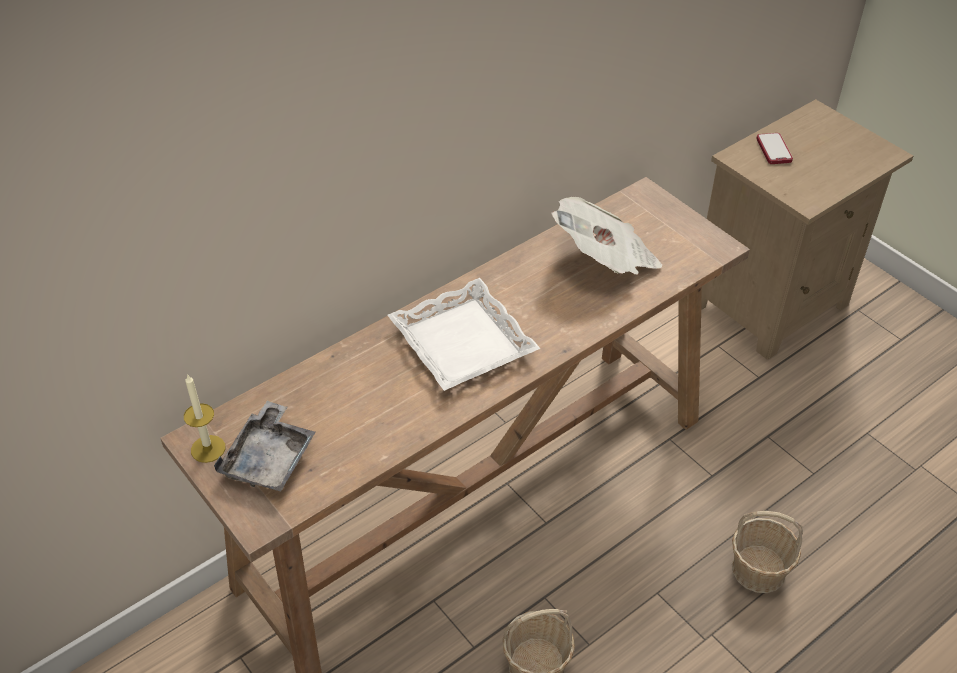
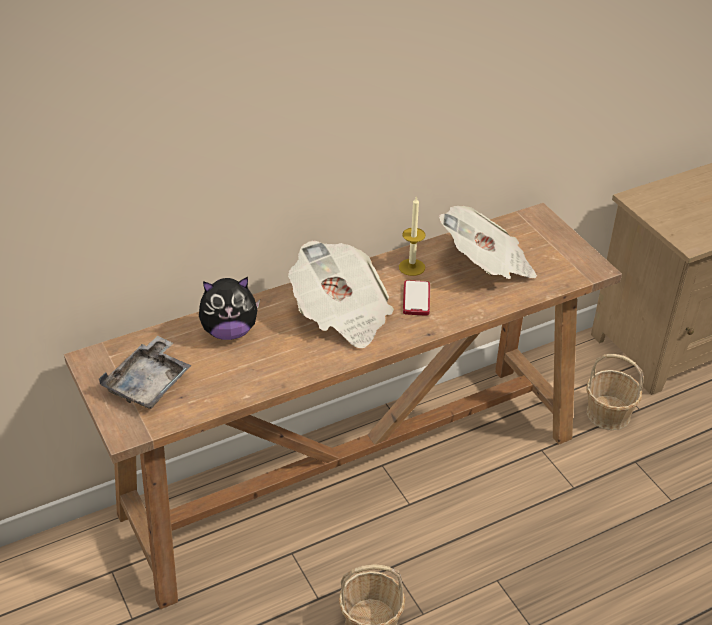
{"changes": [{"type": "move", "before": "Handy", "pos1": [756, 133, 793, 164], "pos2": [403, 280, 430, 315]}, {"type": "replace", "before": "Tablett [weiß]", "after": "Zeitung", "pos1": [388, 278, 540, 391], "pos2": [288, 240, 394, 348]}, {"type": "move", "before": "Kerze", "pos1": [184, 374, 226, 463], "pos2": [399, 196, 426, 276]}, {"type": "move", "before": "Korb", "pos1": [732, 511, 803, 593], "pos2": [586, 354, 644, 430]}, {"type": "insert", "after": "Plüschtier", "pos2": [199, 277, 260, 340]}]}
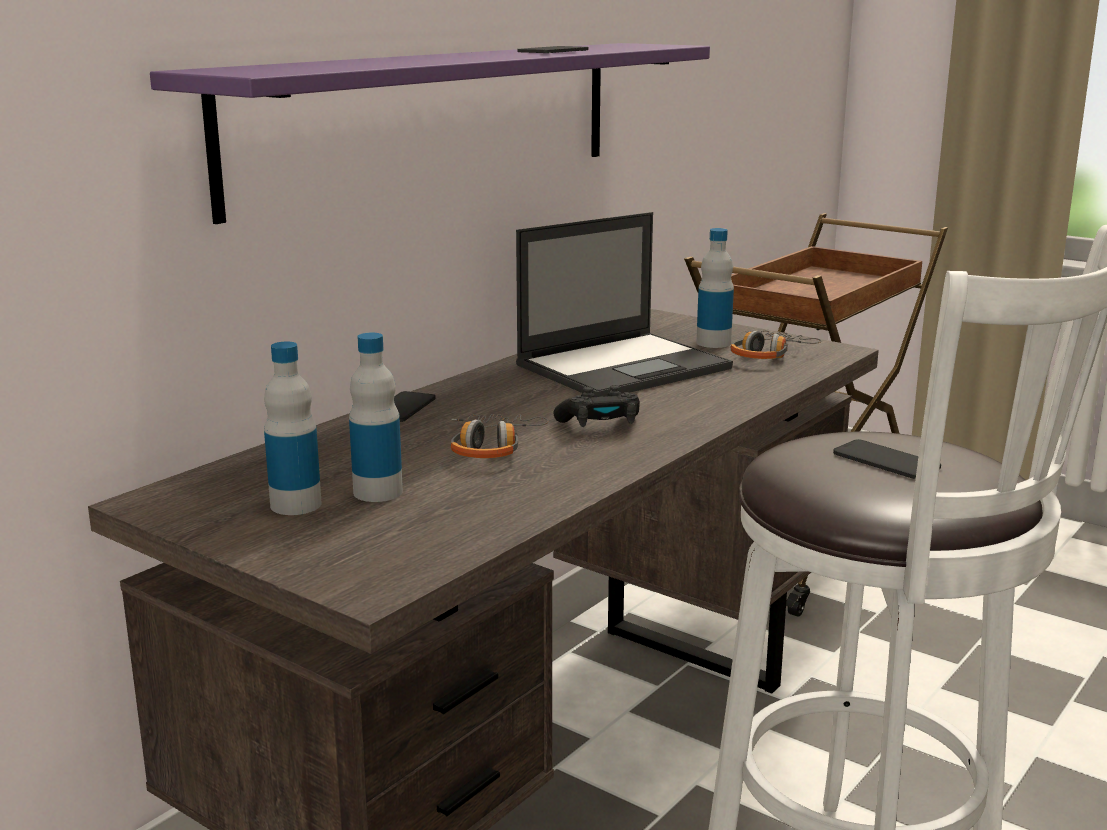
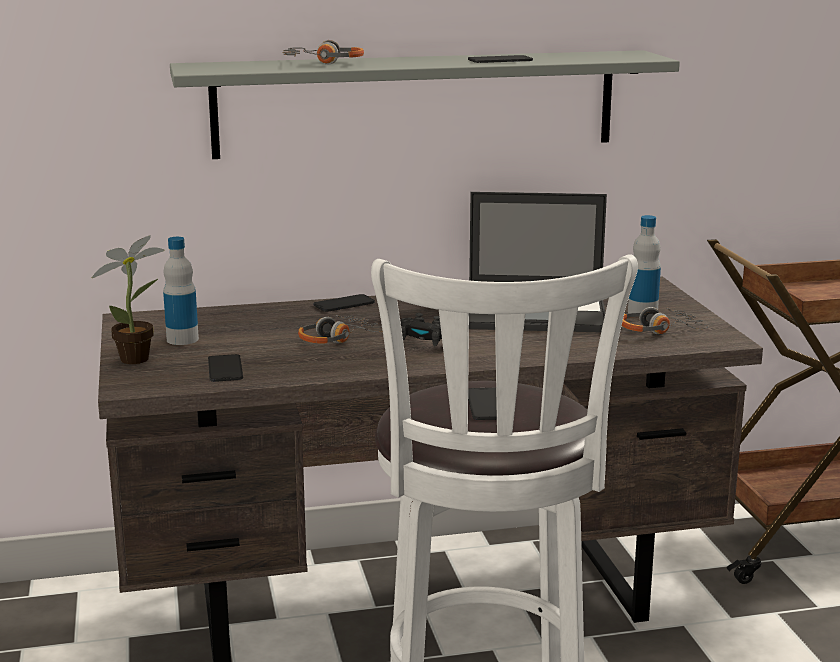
{"changes": [{"type": "recolor", "before": "Wandregal [lila]", "after": "Wandregal [grau]", "pos1": [150, 43, 710, 224], "pos2": [170, 50, 680, 159]}, {"type": "delete", "before": "Flasche", "pos1": [349, 333, 403, 502]}, {"type": "insert", "after": "Kopfhörer", "pos2": [283, 40, 364, 65]}, {"type": "insert", "after": "Topfpflanze", "pos2": [92, 235, 164, 364]}, {"type": "insert", "after": "Handy", "pos2": [208, 354, 243, 382]}]}
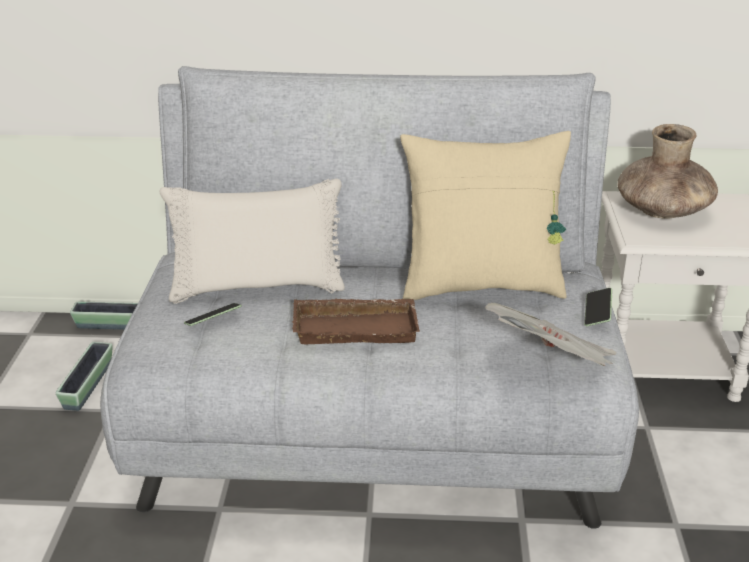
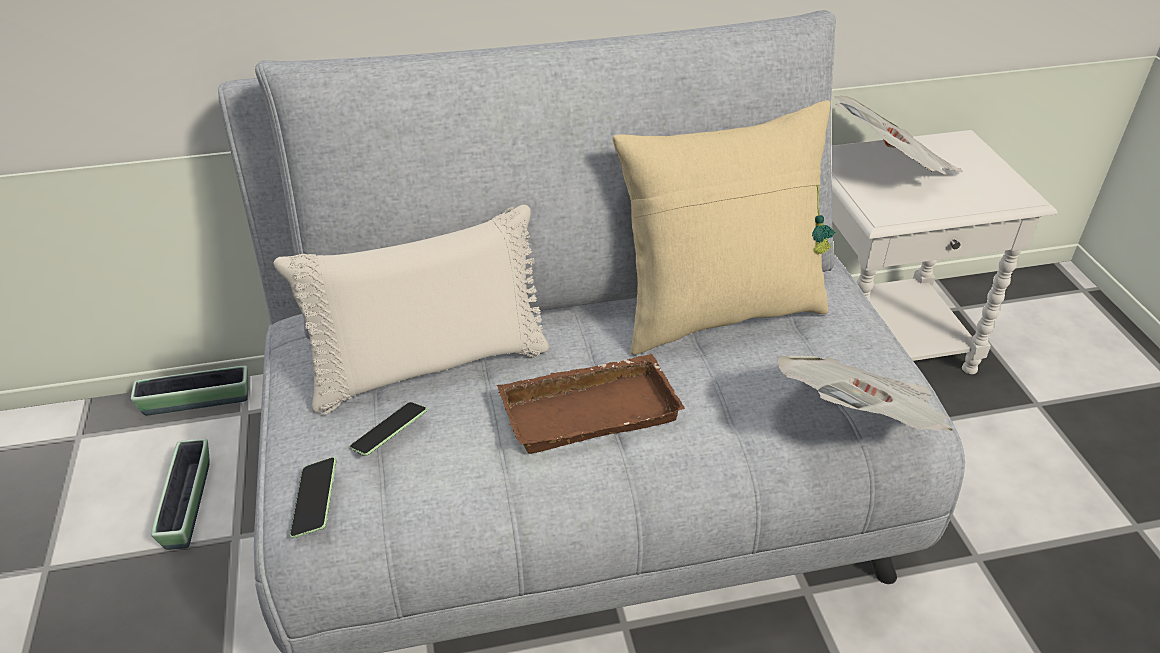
{"changes": [{"type": "replace", "before": "Vase [braun]", "after": "Zeitung", "pos1": [617, 124, 718, 219], "pos2": [834, 96, 963, 175]}, {"type": "move", "before": "Handy", "pos1": [584, 288, 612, 326], "pos2": [290, 457, 337, 538]}]}
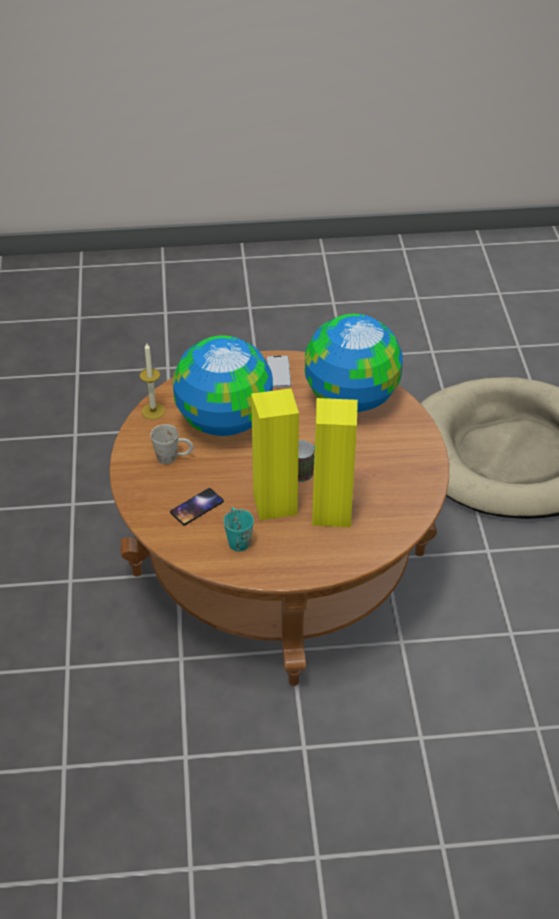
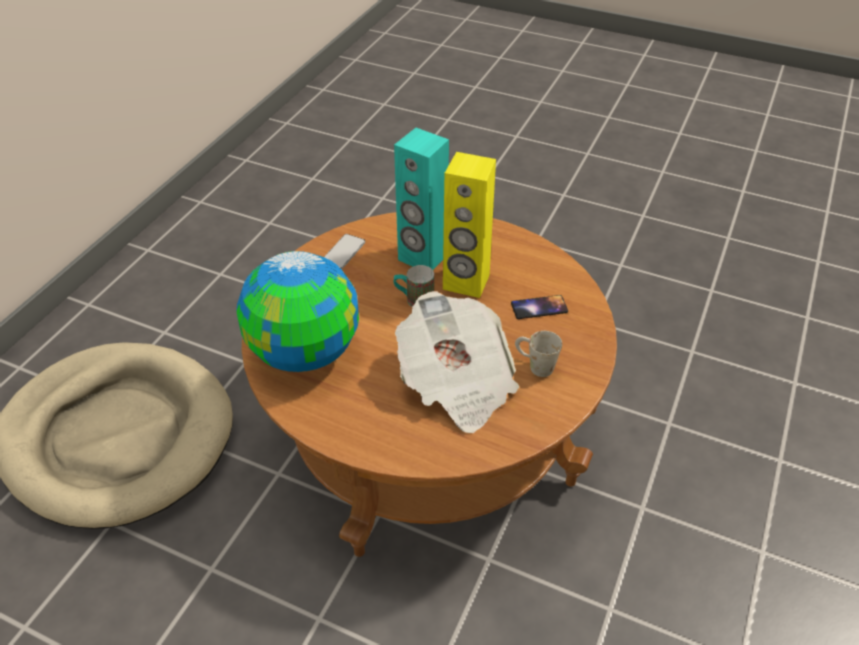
{"changes": [{"type": "replace", "before": "Globus", "after": "Zeitung", "pos1": [173, 335, 273, 436], "pos2": [395, 291, 519, 433]}, {"type": "delete", "before": "Kerze", "pos1": [140, 343, 165, 419]}, {"type": "move", "before": "Handy", "pos1": [267, 355, 291, 388], "pos2": [324, 234, 365, 269]}, {"type": "recolor", "before": "Lautsprecher [gelb]", "after": "Lautsprecher [türkis]", "pos1": [312, 398, 358, 527], "pos2": [394, 128, 449, 270]}, {"type": "delete", "before": "Henkelbecher [türkis]", "pos1": [224, 507, 254, 551]}]}
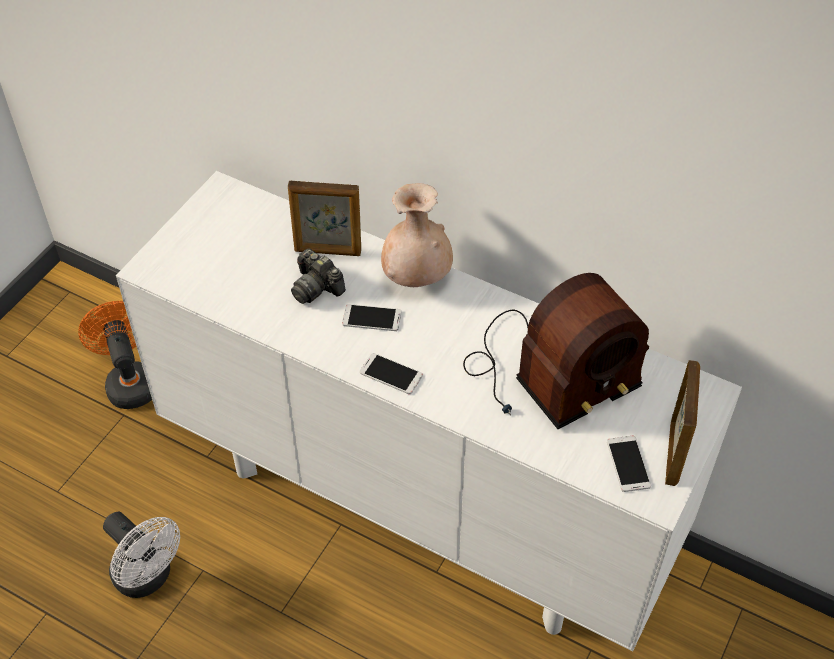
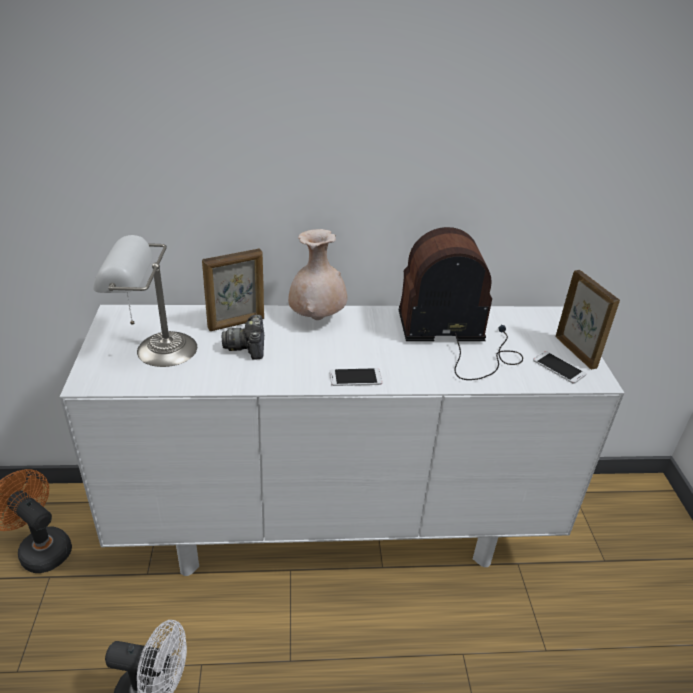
{"changes": [{"type": "rotate", "before": "Kamera", "pos1": [291, 249, 346, 304], "pos2": [222, 315, 264, 360], "turn": 75}, {"type": "rotate", "before": "Radio", "pos1": [463, 273, 649, 429], "pos2": [399, 227, 523, 380], "turn": -120}, {"type": "delete", "before": "Handy", "pos1": [342, 304, 401, 331]}, {"type": "insert", "after": "Tischlampe [weiß]", "pos2": [93, 235, 197, 367]}]}
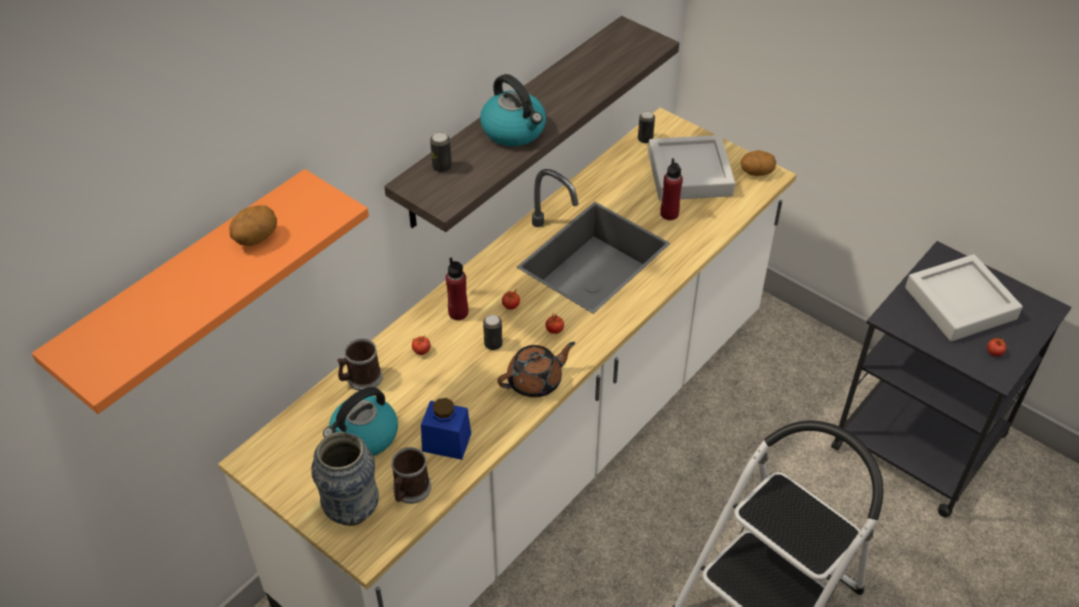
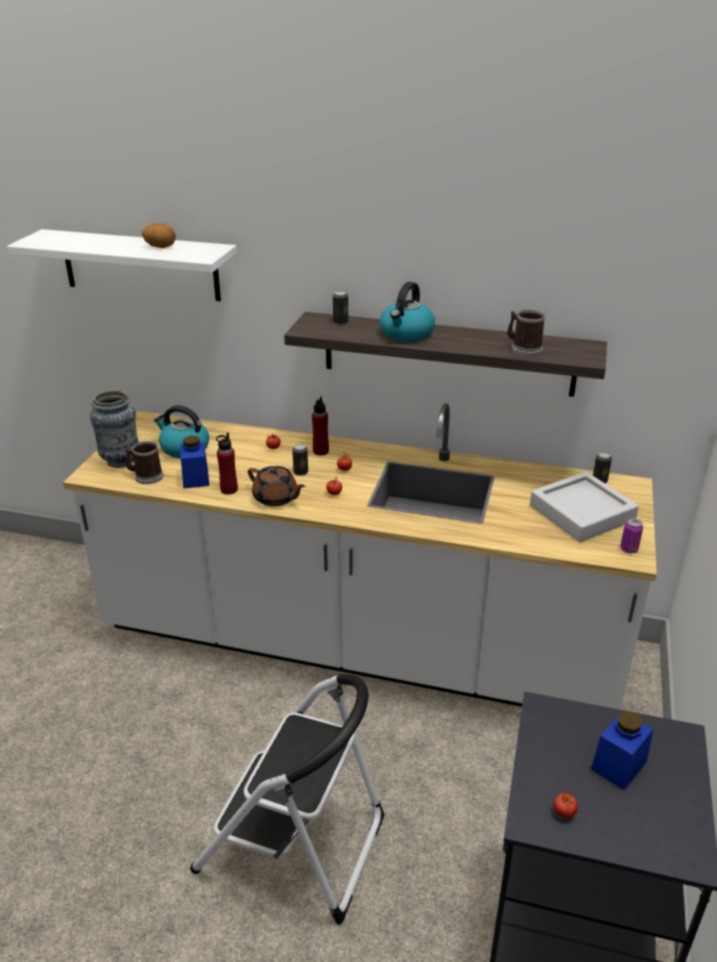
{"changes": [{"type": "replace", "before": "Kartoffel", "after": "Dose", "pos1": [741, 150, 776, 176], "pos2": [620, 518, 643, 553]}, {"type": "move", "before": "Flasche [rot]", "pos1": [660, 158, 683, 220], "pos2": [216, 432, 238, 495]}, {"type": "recolor", "before": "Wandregal [orange]", "after": "Wandregal [weiß]", "pos1": [32, 169, 369, 414], "pos2": [7, 229, 237, 301]}, {"type": "replace", "before": "Tablett [grau]", "after": "Vorratsglas [blau]", "pos1": [905, 254, 1023, 341], "pos2": [591, 711, 653, 790]}, {"type": "move", "before": "Henkelbecher", "pos1": [337, 338, 383, 391], "pos2": [507, 310, 545, 356]}]}
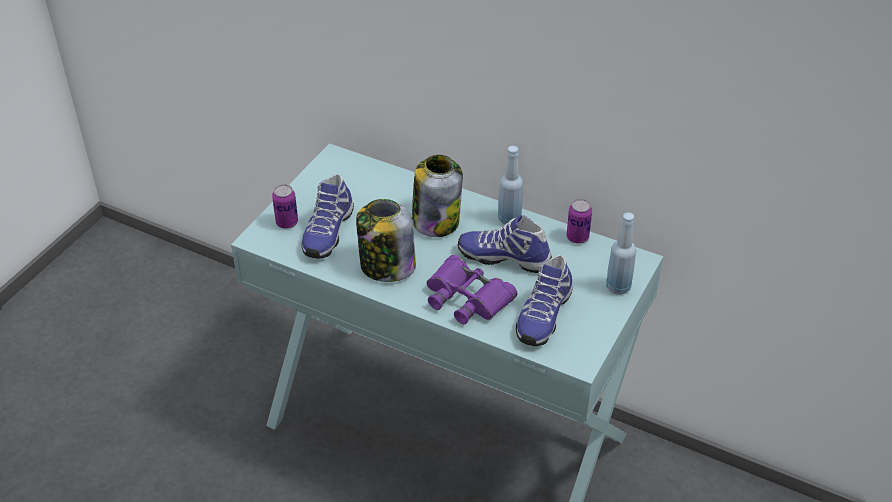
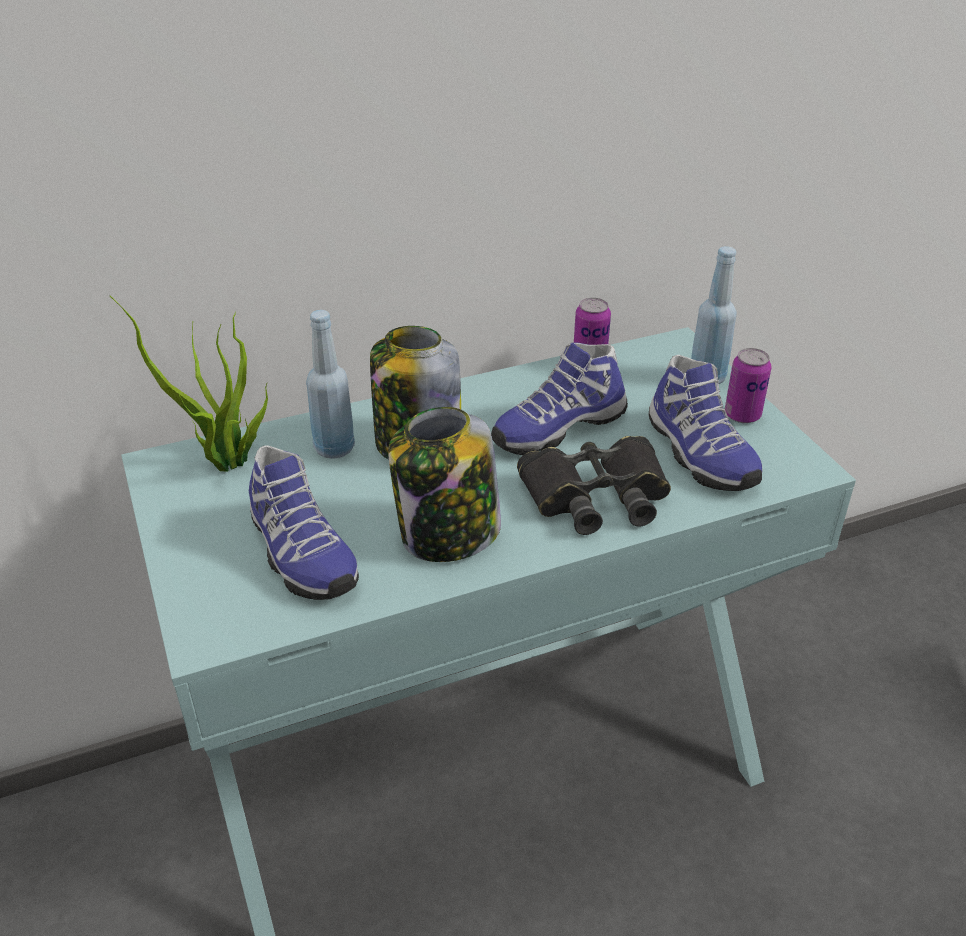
{"changes": [{"type": "move", "before": "Flasche [blau]", "pos1": [498, 146, 523, 225], "pos2": [306, 310, 355, 459]}, {"type": "move", "before": "Dose", "pos1": [272, 184, 298, 229], "pos2": [725, 348, 771, 423]}, {"type": "recolor", "before": "Fernglas [lila]", "after": "Fernglas [schwarz]", "pos1": [427, 255, 517, 324], "pos2": [517, 436, 671, 535]}, {"type": "insert", "after": "Topfpflanze", "pos2": [110, 296, 268, 471]}]}
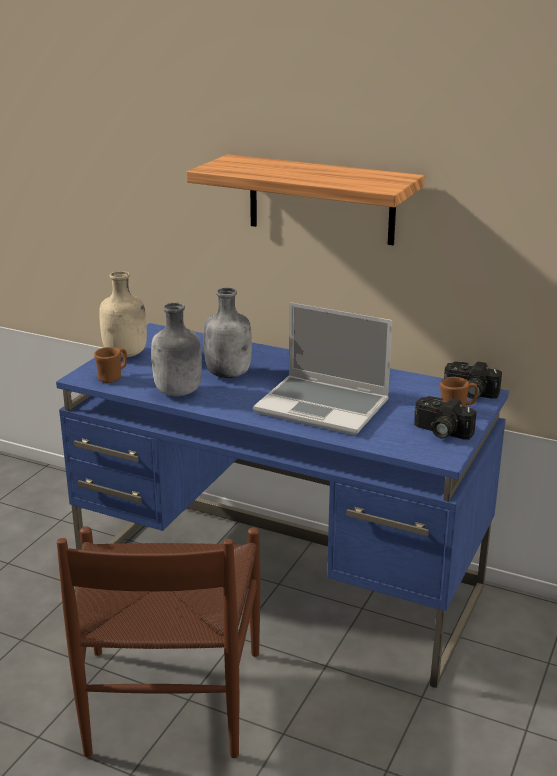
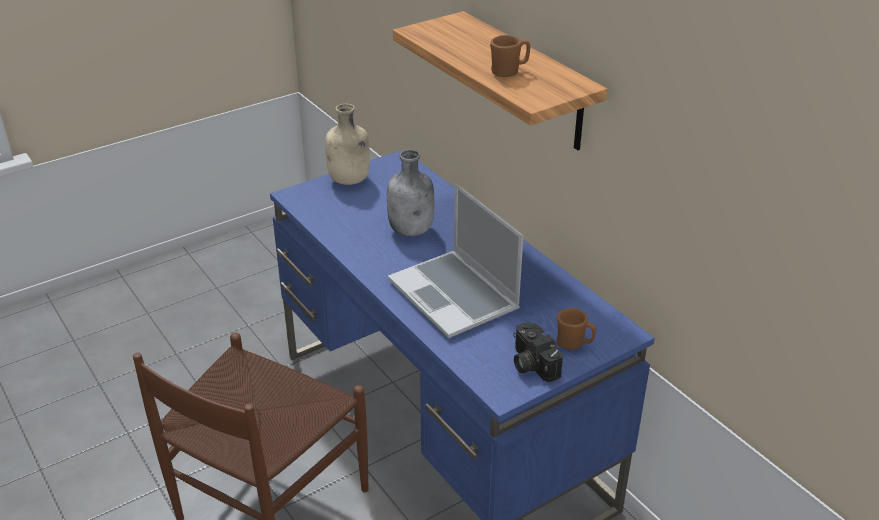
{"changes": [{"type": "delete", "before": "Flasche [grau]", "pos1": [151, 303, 202, 396]}, {"type": "move", "before": "Henkelbecher [braun]", "pos1": [94, 347, 127, 383], "pos2": [490, 35, 530, 77]}, {"type": "delete", "before": "Kamera", "pos1": [444, 361, 502, 399]}]}
